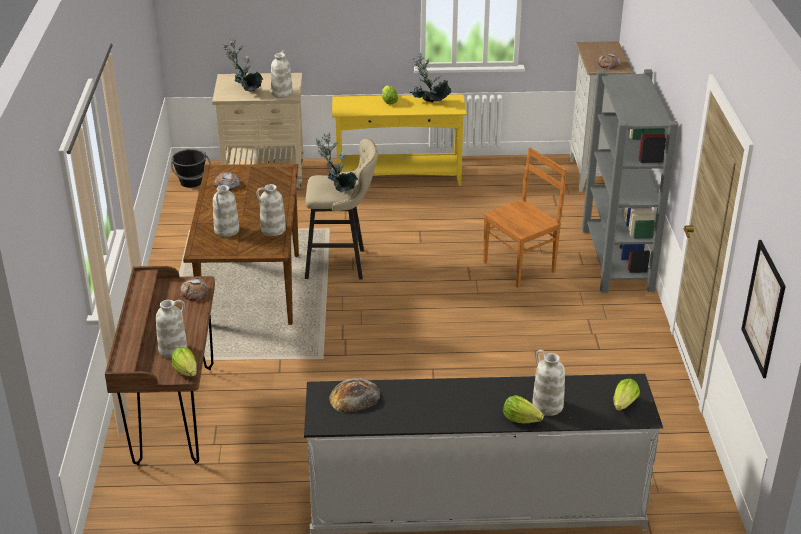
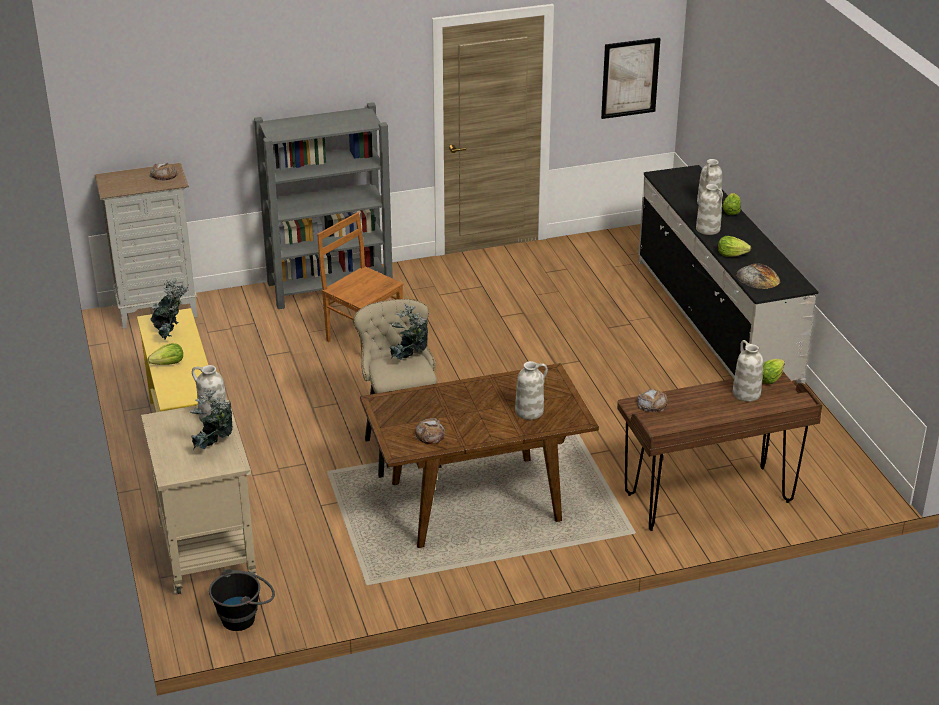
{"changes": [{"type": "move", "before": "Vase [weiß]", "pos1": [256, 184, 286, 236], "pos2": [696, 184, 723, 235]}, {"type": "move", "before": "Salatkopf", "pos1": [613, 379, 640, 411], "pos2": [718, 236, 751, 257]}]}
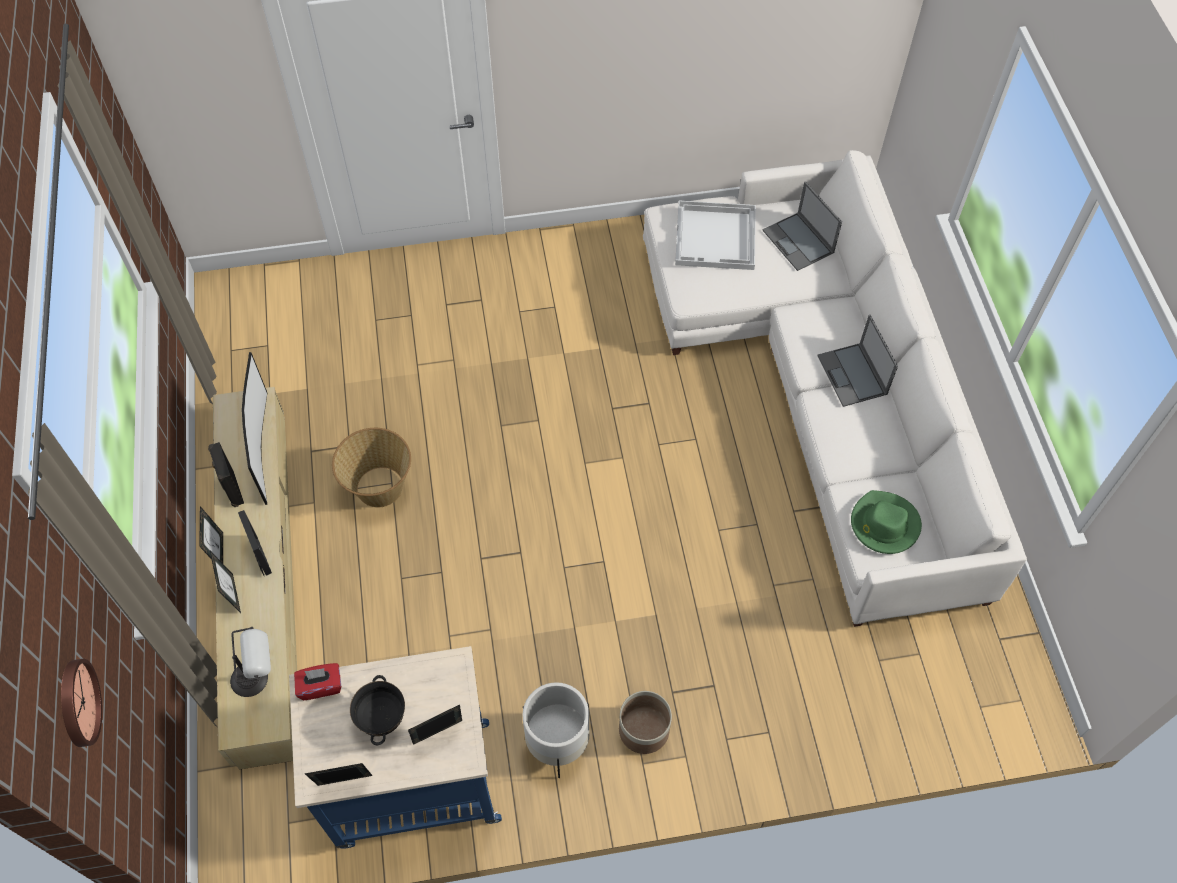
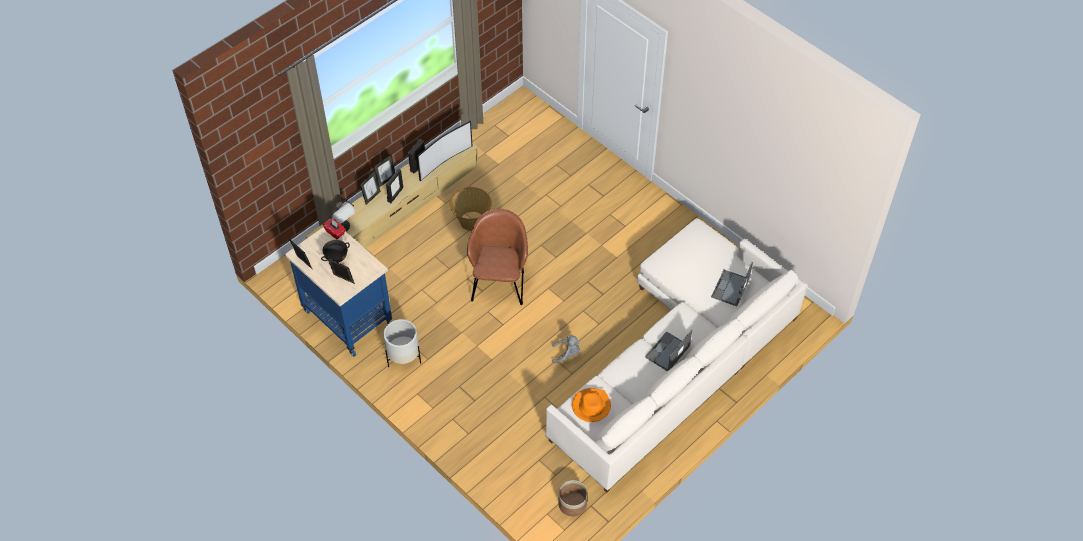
{"changes": [{"type": "delete", "before": "Tablett [weiß]", "pos1": [675, 201, 756, 270]}, {"type": "recolor", "before": "Hut [grün]", "after": "Hut [orange]", "pos1": [851, 490, 922, 554], "pos2": [572, 388, 611, 422]}, {"type": "delete", "before": "Wanduhr", "pos1": [61, 659, 102, 747]}, {"type": "move", "before": "Pflanzkübel", "pos1": [619, 691, 672, 754], "pos2": [558, 480, 587, 516]}, {"type": "insert", "after": "Sessel [braun]", "pos2": [467, 209, 528, 305]}, {"type": "insert", "after": "Plüschtier [grau]", "pos2": [552, 336, 580, 363]}]}
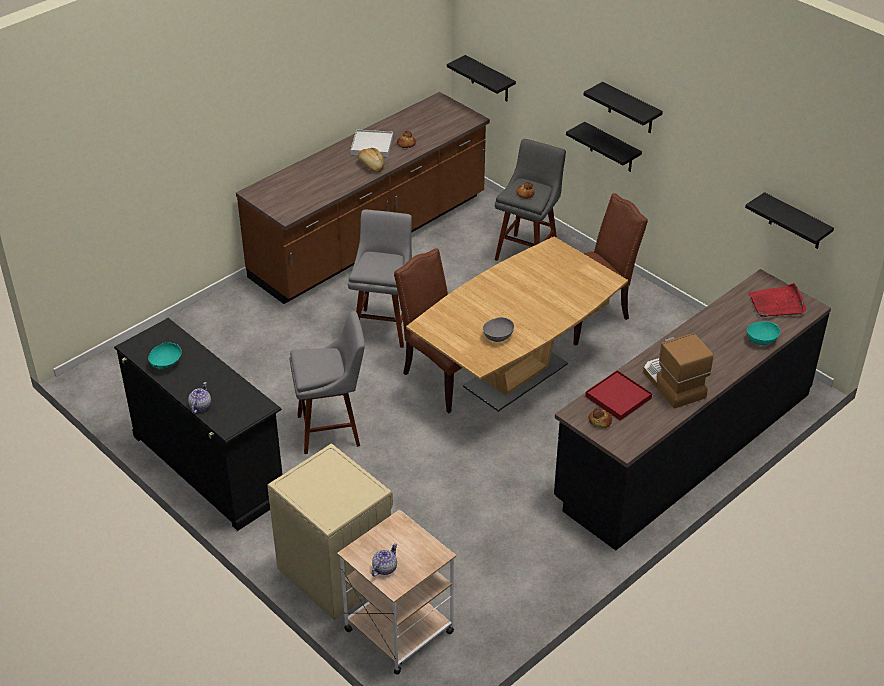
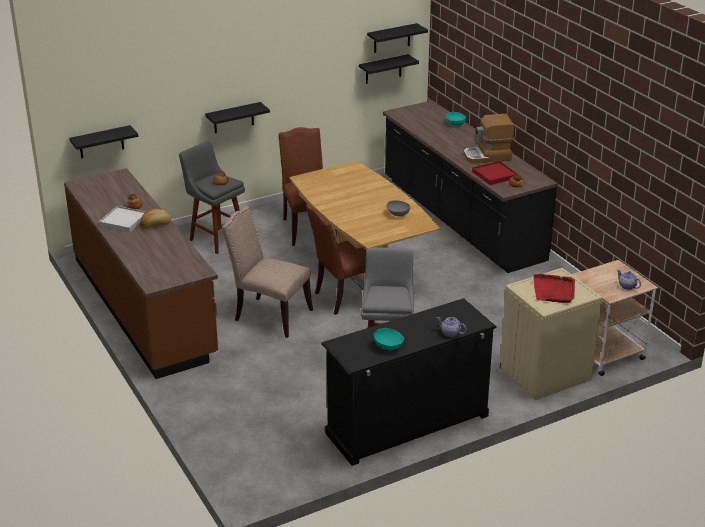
{"changes": [{"type": "move", "before": "Wandregal [schwarz]", "pos1": [584, 82, 663, 133], "pos2": [367, 23, 428, 53]}, {"type": "replace", "before": "Hocker [grau]", "after": "Stuhl [beige]", "pos1": [348, 210, 412, 348], "pos2": [222, 206, 313, 338]}, {"type": "move", "before": "Tablett [rot]", "pos1": [749, 283, 807, 317], "pos2": [533, 274, 575, 303]}]}
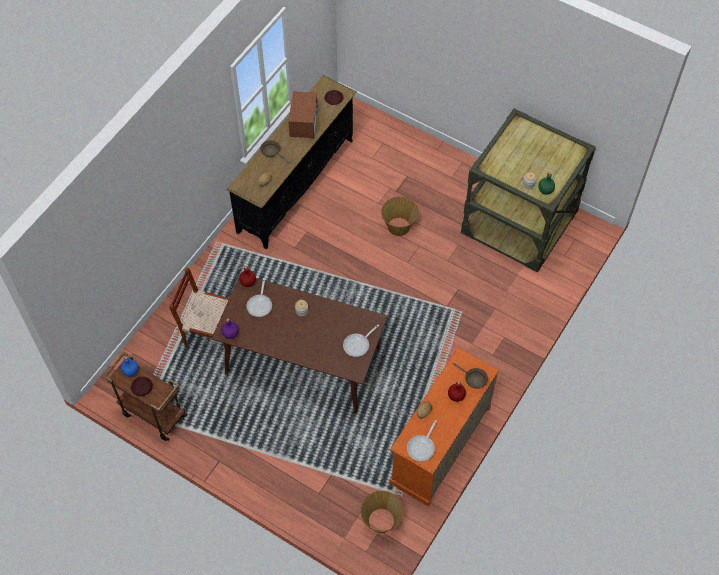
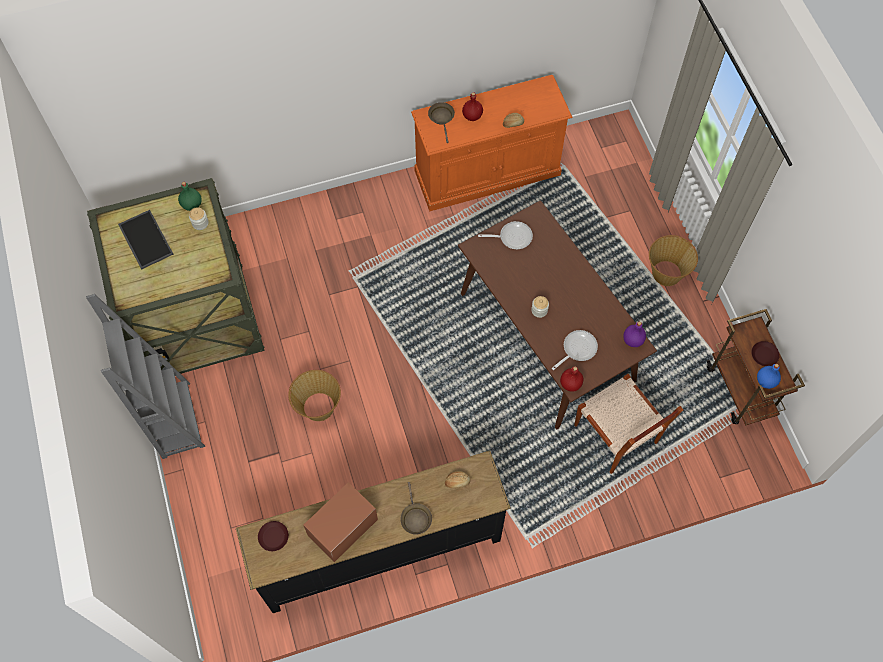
{"changes": [{"type": "delete", "before": "Pfanne", "pos1": [407, 420, 437, 461]}, {"type": "move", "before": "Korb", "pos1": [360, 491, 404, 533], "pos2": [649, 235, 698, 286]}, {"type": "insert", "after": "Tablett", "pos2": [118, 210, 173, 270]}, {"type": "insert", "after": "Bücherregal [grau]", "pos2": [86, 294, 205, 459]}]}
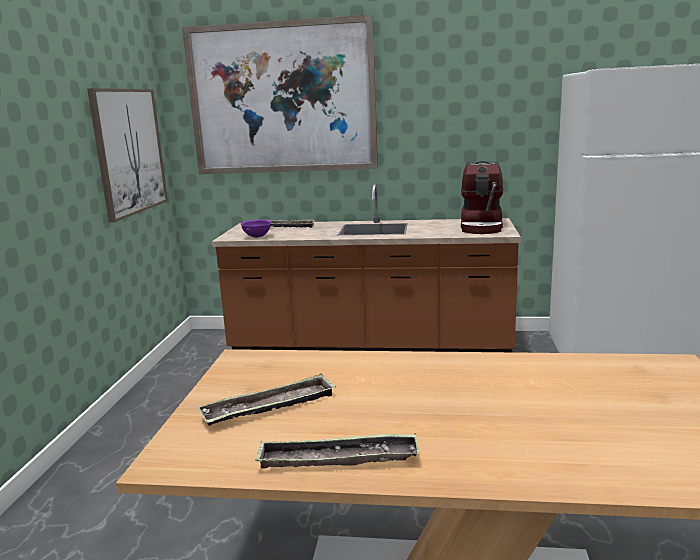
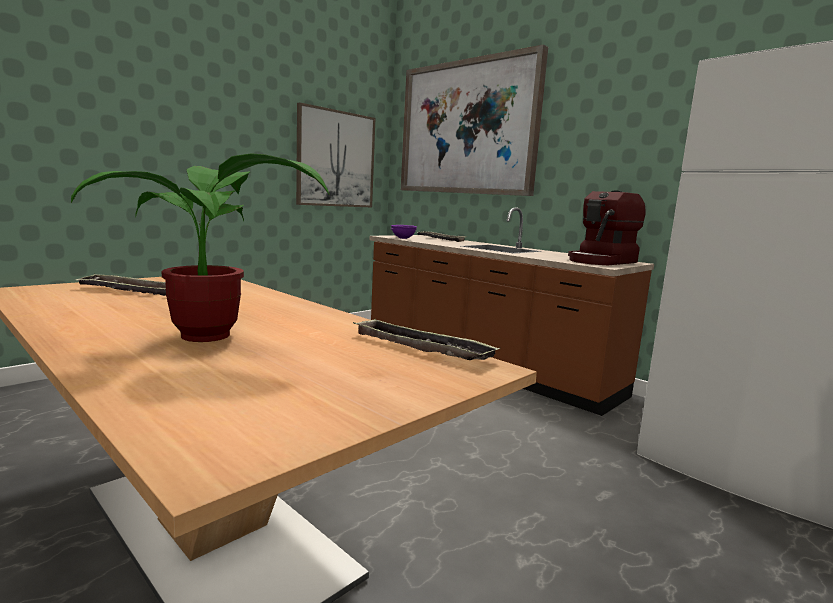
{"changes": [{"type": "move", "before": "Tablett", "pos1": [255, 434, 420, 469], "pos2": [353, 318, 500, 360]}, {"type": "insert", "after": "Topfpflanze", "pos2": [71, 153, 330, 342]}]}
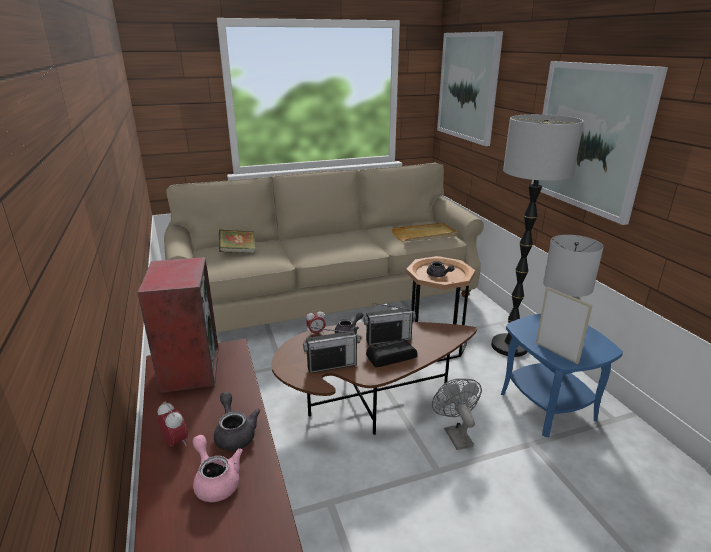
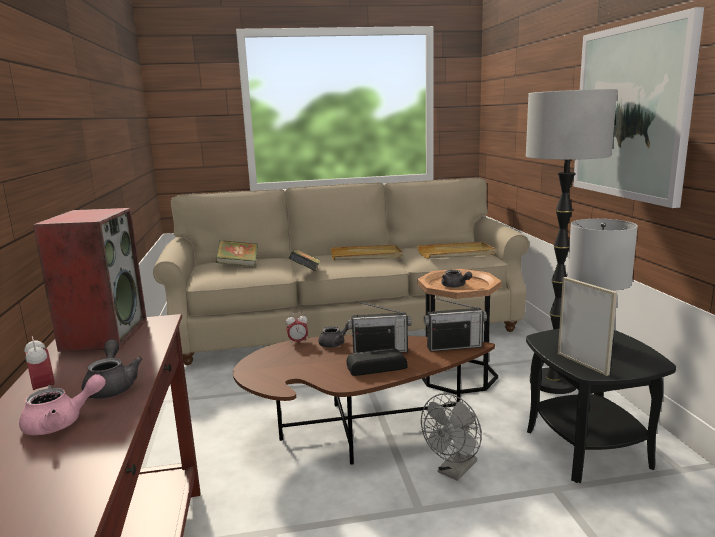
{"changes": [{"type": "delete", "before": "Bild", "pos1": [437, 31, 503, 146]}, {"type": "recolor", "before": "Beistelltisch [blau]", "after": "Beistelltisch [schwarz]", "pos1": [501, 314, 623, 437], "pos2": [526, 329, 676, 483]}, {"type": "move", "before": "Radio", "pos1": [303, 327, 360, 373], "pos2": [423, 297, 487, 352]}, {"type": "rotate", "before": "Ventilator [grau]", "pos1": [432, 378, 482, 450], "pos2": [421, 393, 482, 481], "turn": -135}, {"type": "rotate", "before": "Teekanne [rosa]", "pos1": [192, 435, 243, 502], "pos2": [19, 374, 106, 435], "turn": 90}, {"type": "insert", "after": "Tablett [beige]", "pos2": [331, 245, 403, 260]}, {"type": "insert", "after": "Buch", "pos2": [289, 249, 320, 271]}]}
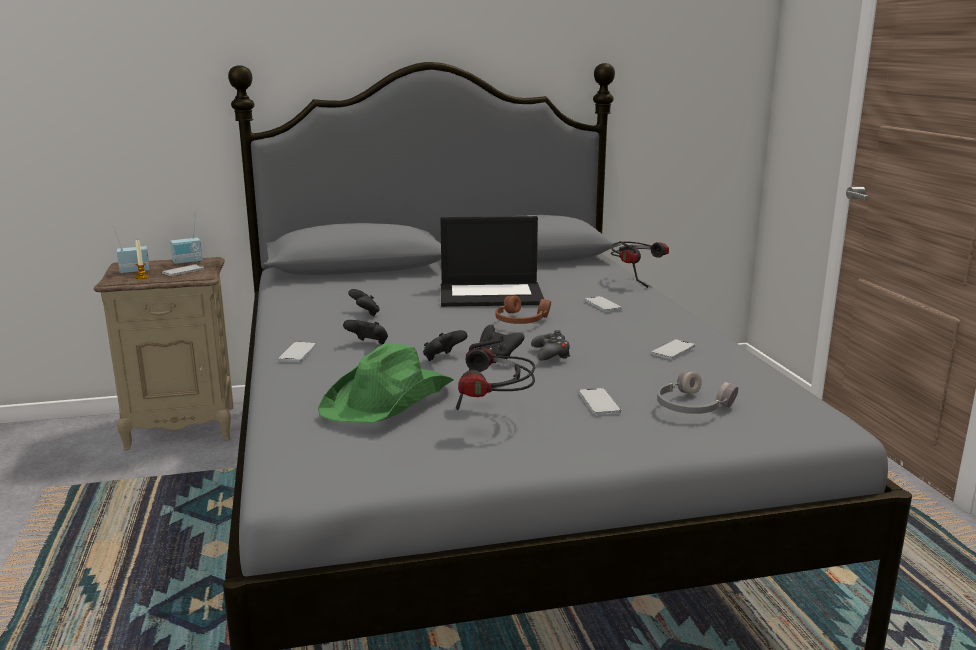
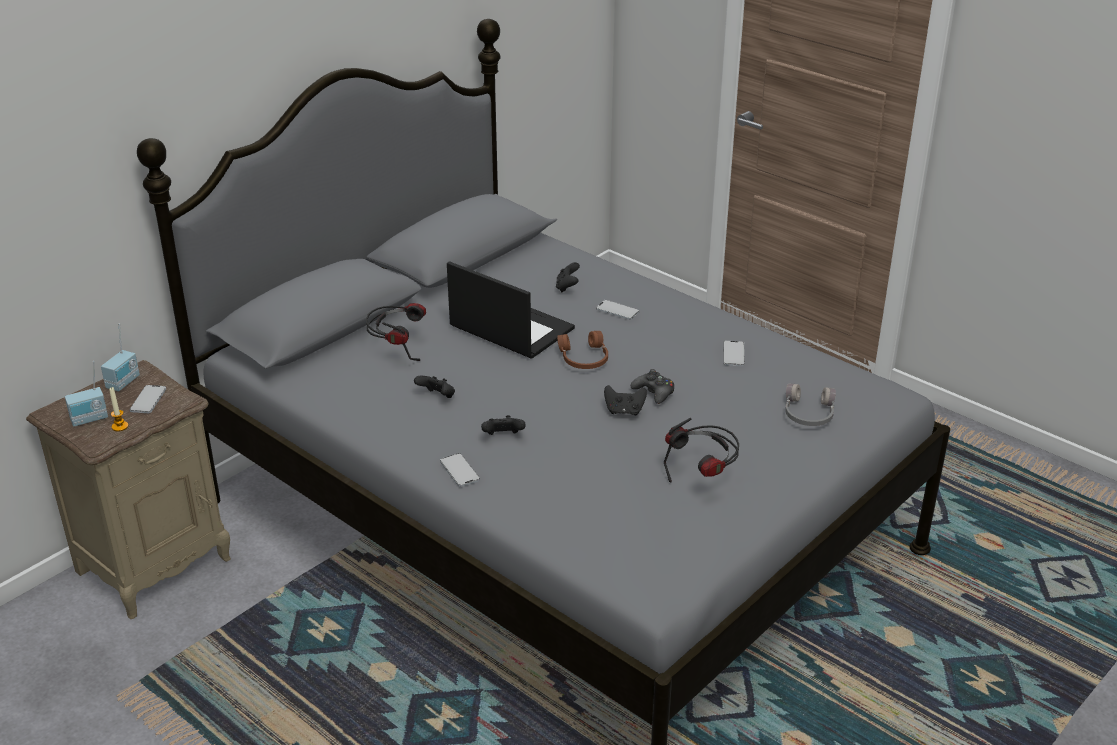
{"changes": [{"type": "rotate", "before": "Laptop", "pos1": [441, 216, 544, 307], "pos2": [447, 261, 575, 359], "turn": -105}, {"type": "rotate", "before": "Radio", "pos1": [113, 225, 150, 274], "pos2": [65, 361, 108, 426], "turn": -150}, {"type": "move", "before": "Kopfhörer", "pos1": [611, 241, 669, 288], "pos2": [366, 303, 426, 361]}, {"type": "move", "before": "Gamepad [schwarz]", "pos1": [423, 330, 468, 361], "pos2": [556, 262, 580, 292]}, {"type": "delete", "before": "Hut [grün]", "pos1": [318, 343, 454, 423]}, {"type": "delete", "before": "Handy", "pos1": [579, 388, 621, 415]}]}
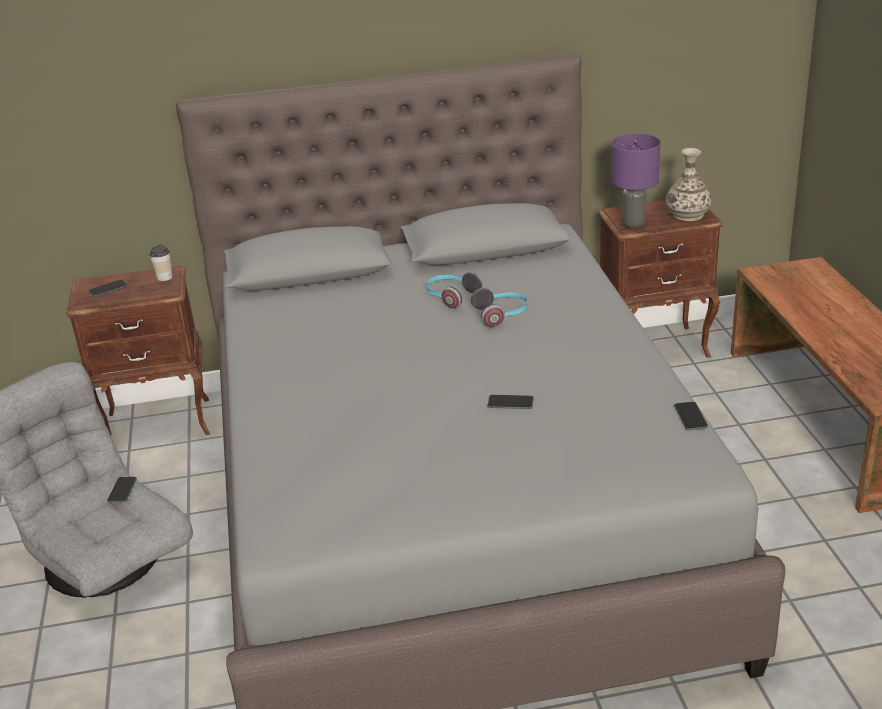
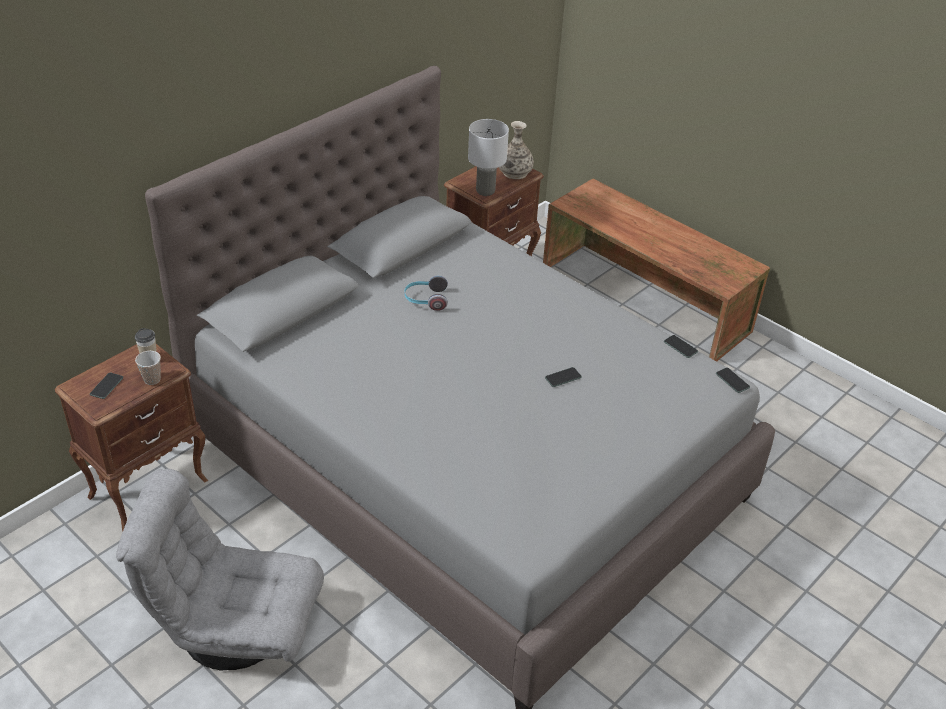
{"changes": [{"type": "recolor", "before": "Tischlampe [lila]", "after": "Tischlampe [weiß]", "pos1": [611, 133, 660, 228], "pos2": [468, 119, 509, 196]}, {"type": "delete", "before": "Kopfhörer", "pos1": [471, 288, 528, 327]}, {"type": "move", "before": "Handy", "pos1": [107, 477, 137, 503], "pos2": [716, 368, 750, 393]}, {"type": "insert", "after": "Tasse", "pos2": [135, 351, 161, 385]}]}
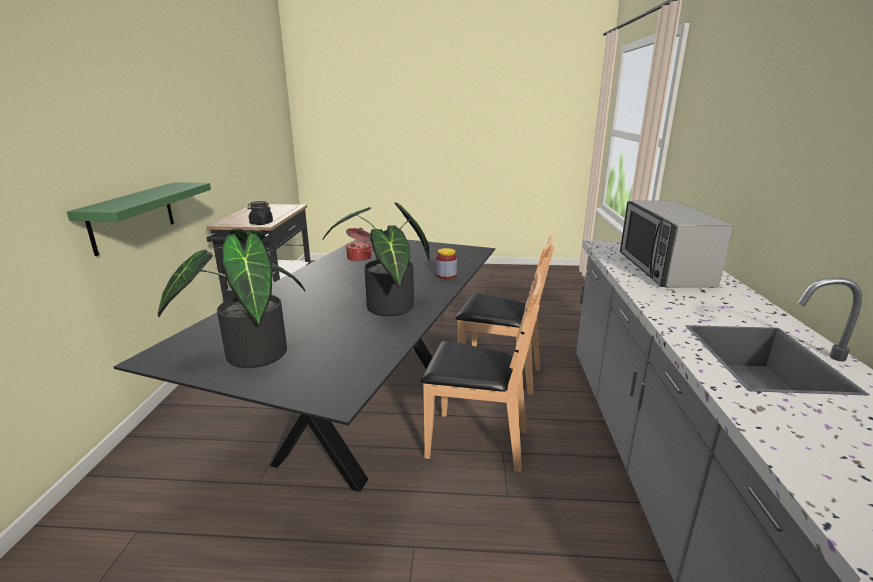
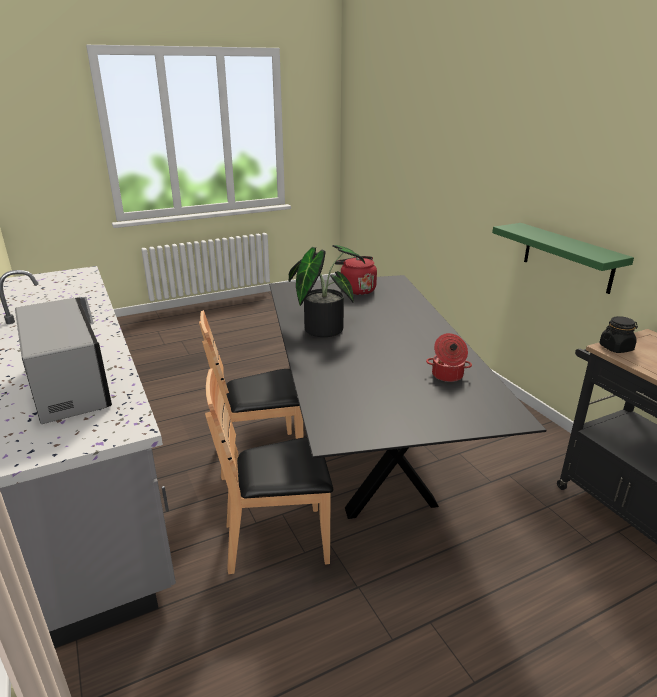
{"changes": [{"type": "replace", "before": "Topfpflanze", "after": "Wasserkessel [rot]", "pos1": [158, 229, 305, 368], "pos2": [335, 256, 377, 295]}, {"type": "delete", "before": "Vorratsglas", "pos1": [436, 248, 457, 279]}]}
